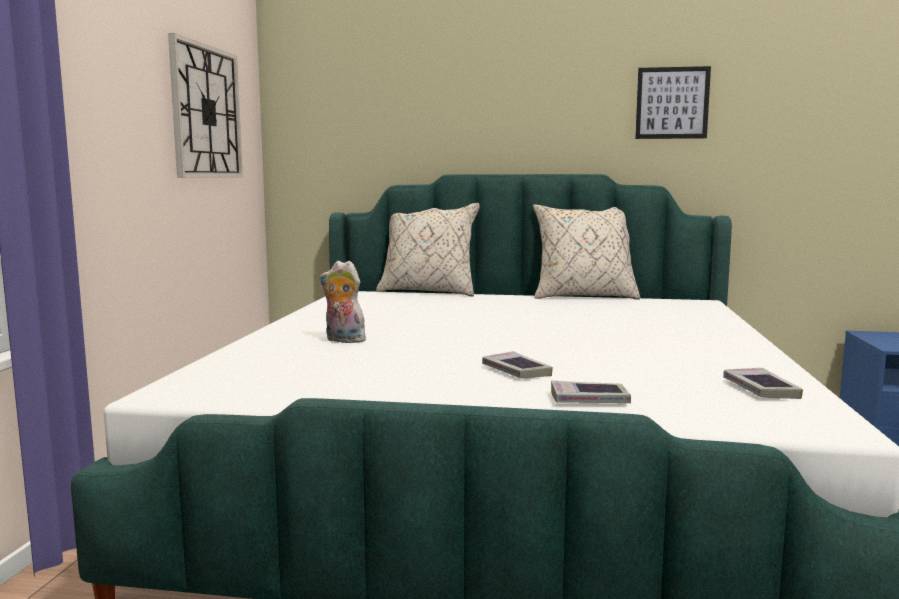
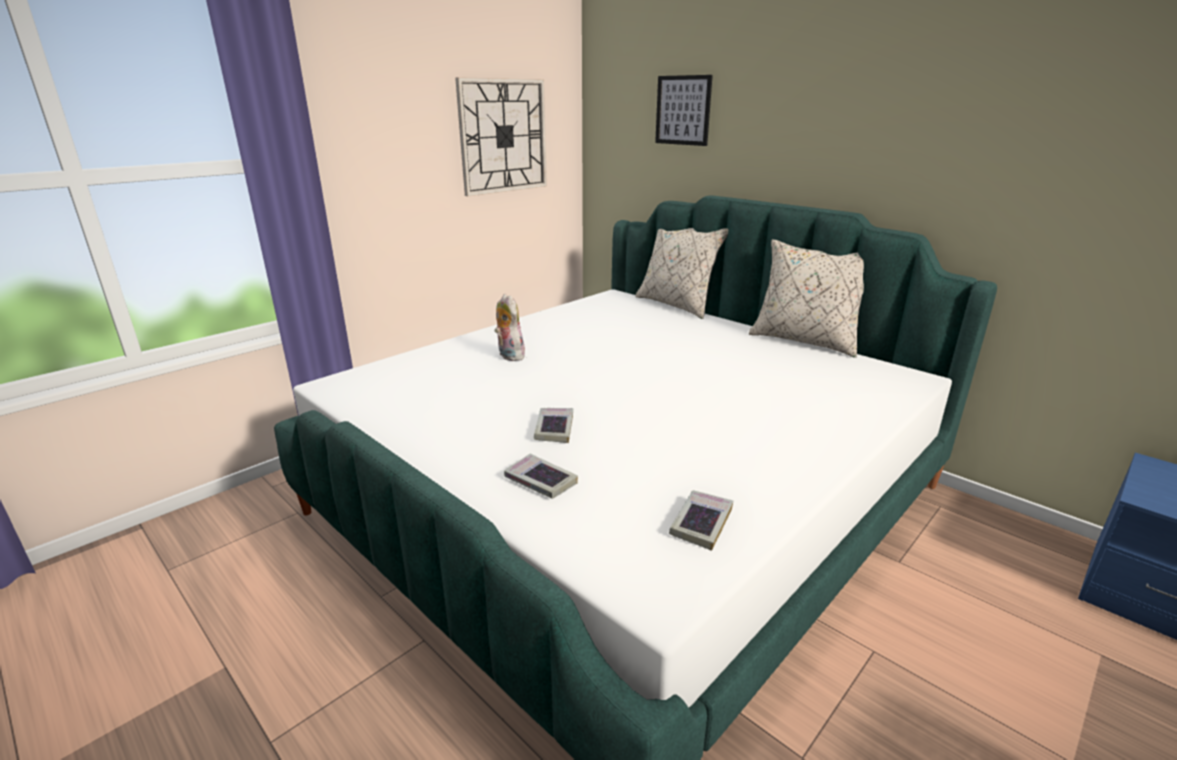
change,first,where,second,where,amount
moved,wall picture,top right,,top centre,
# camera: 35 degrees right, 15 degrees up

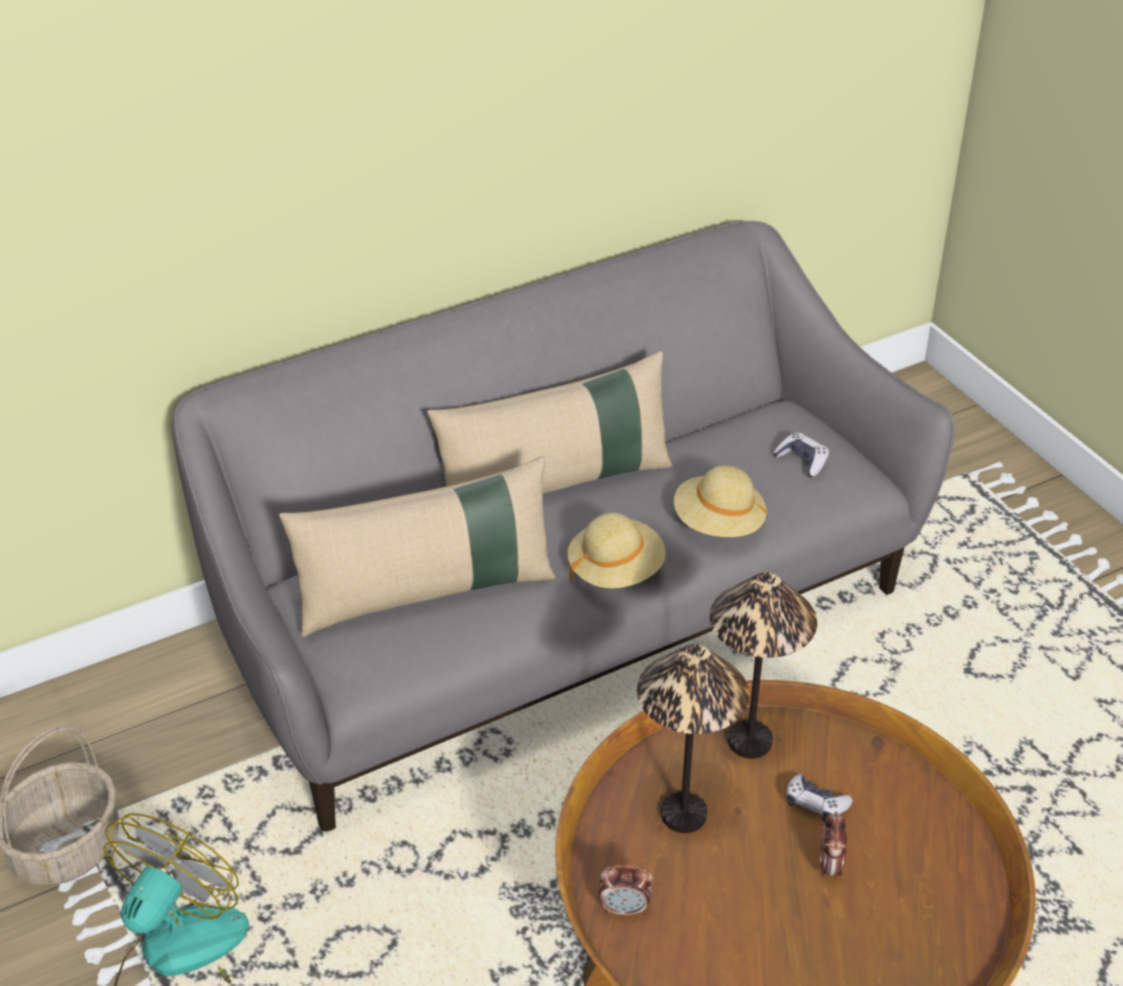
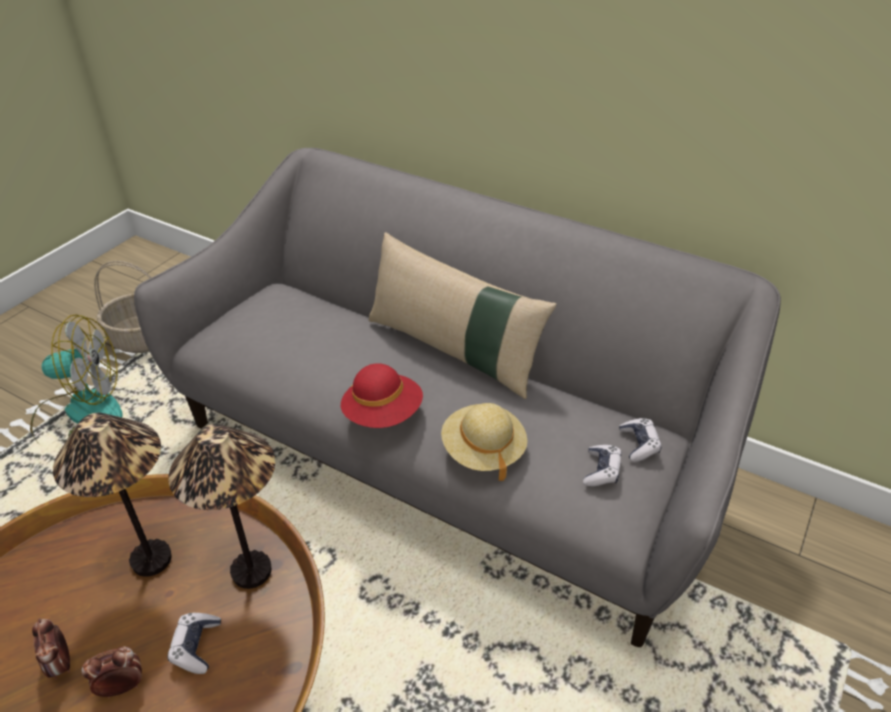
change,first,where,second,where,amount
removed,sand-coloured pillow (1st from left),centre,,,
recoloured,sand-coloured wearable hat (1st from left),centre,red-coloured wearable hat,centre,
moved,table clock (1st from left),bottom centre,,bottom left,
added,,,joypad (3rd from left),middle right,
# camera: 60 degrees right, 0 degrees up

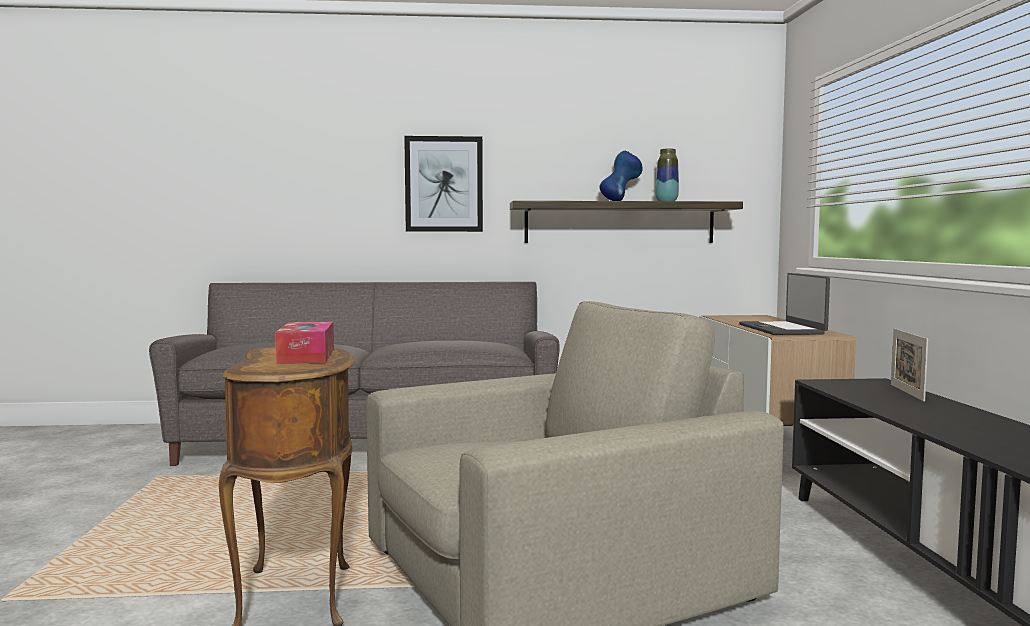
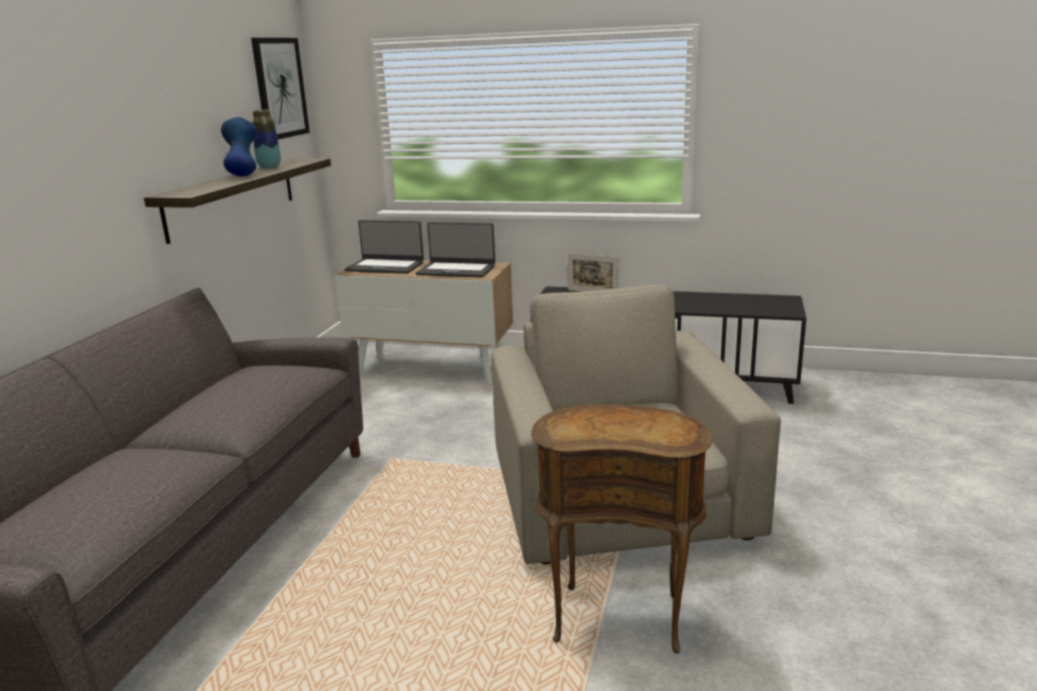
change,first,where,second,where,amount
moved,wall picture,top centre,,top left,
removed,tissue holder,middle left,,,
added,,,laptop (1st from left),centre,
# camera: 70 degrees left, 15 degrees up

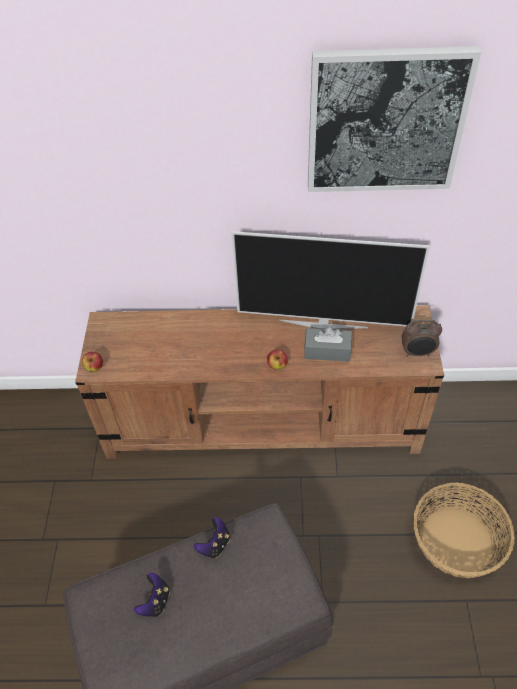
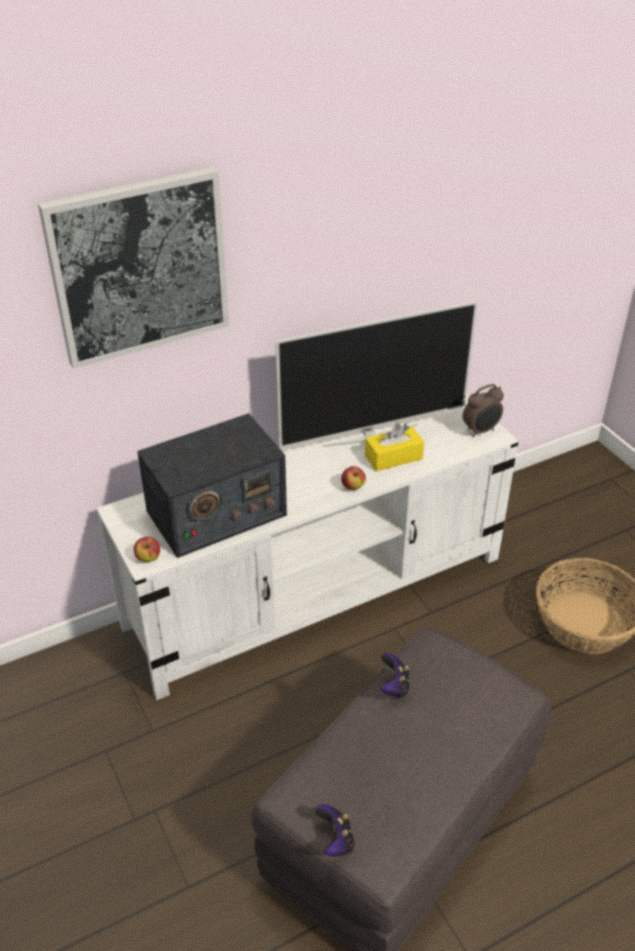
change,first,where,second,where,amount
moved,wall picture,top right,,top left,
recoloured,brown media console,centre,white media console,centre,
recoloured,grey tissue holder,centre,yellow tissue holder,centre,
moved,joypad (1st from left),bottom left,,bottom centre,
added,,,radio receiver,centre,
# camera: 30 degrees left, 10 degrees down

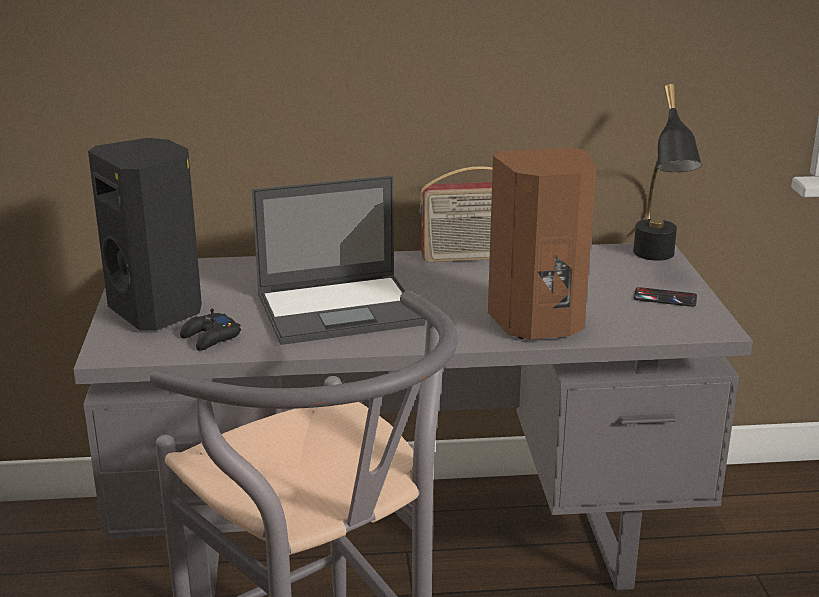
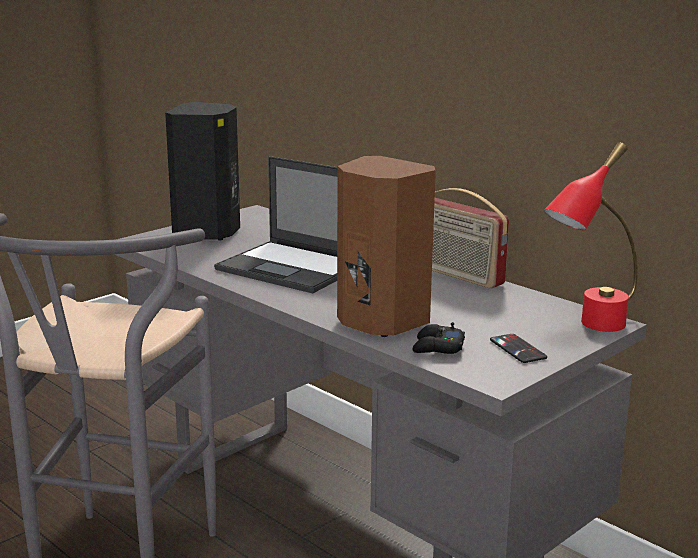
change,first,where,second,where,amount
recoloured,black lamp for a table,top right,red-coloured lamp for a table,middle right,
moved,black joypad,middle left,,centre,
# camera: 50 degrees right, 5 degrees down

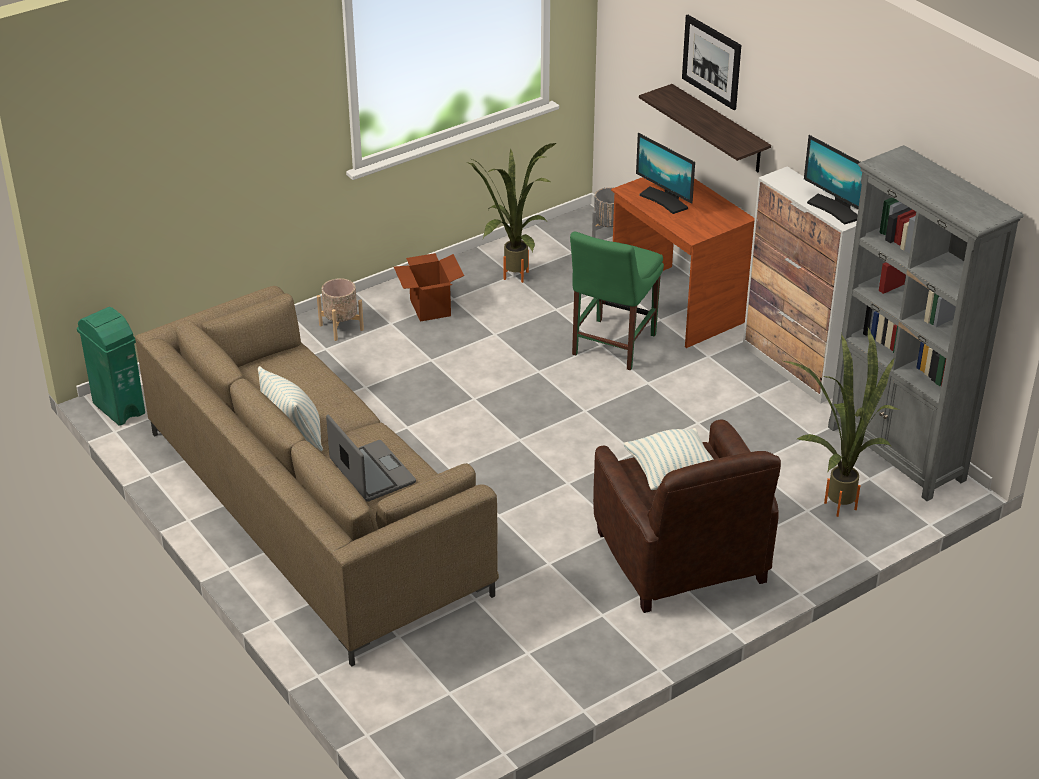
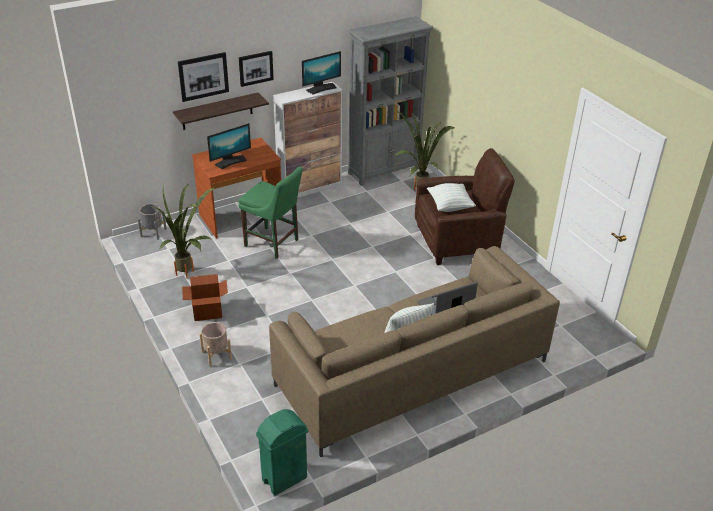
change,first,where,second,where,amount
added,,,wall picture (2nd from left),top centre,
# camera: 85 degrees left, 0 degrees up

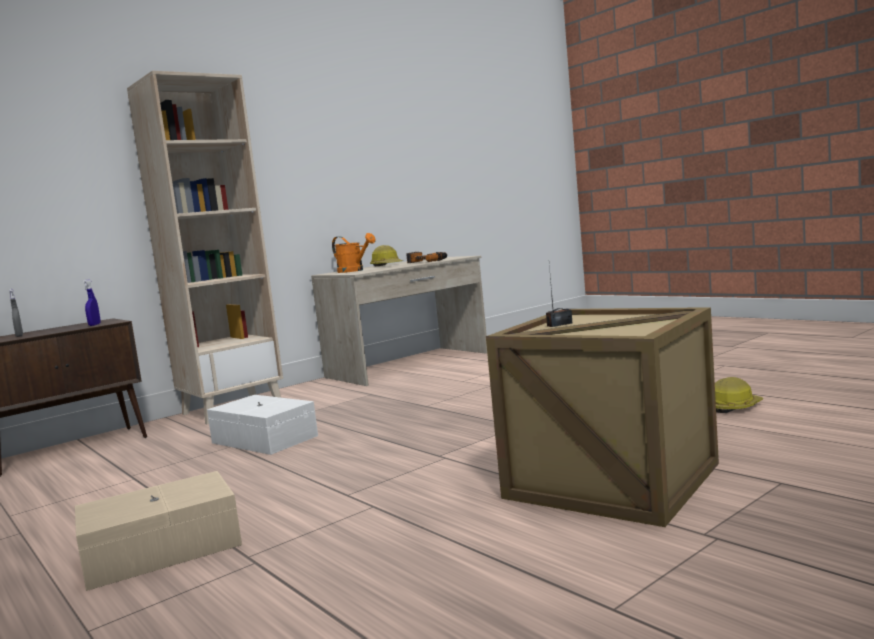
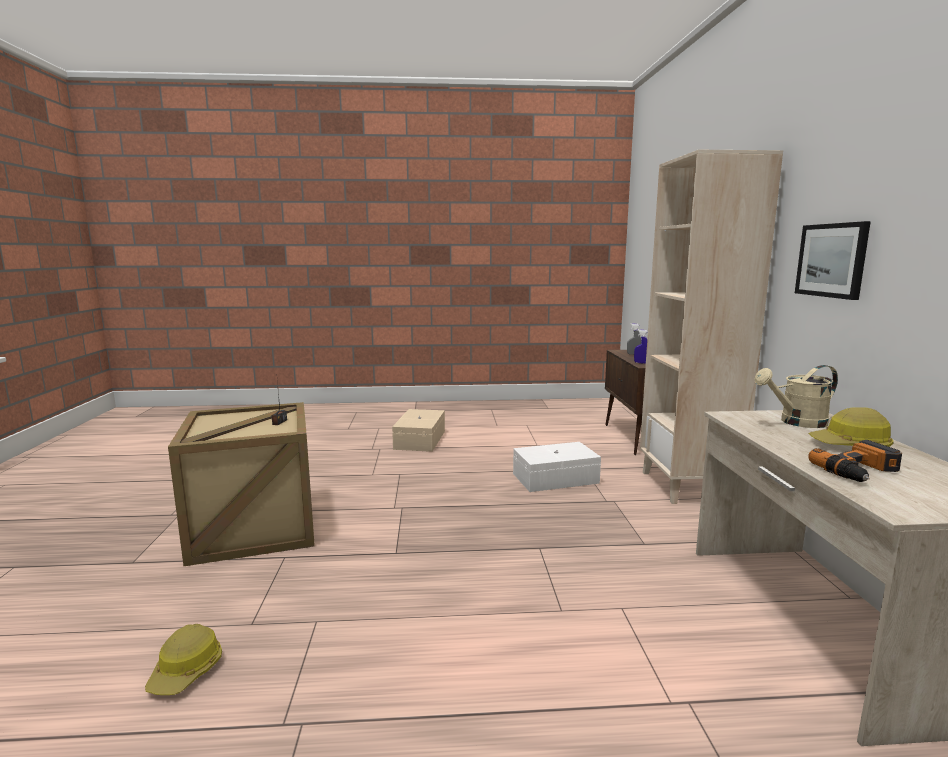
change,first,where,second,where,amount
recoloured,orange-coloured watering pot,centre,sand-coloured watering pot,middle right,
added,,,wall picture,middle right,
# camera: 125 degrees right, 5 degrees up

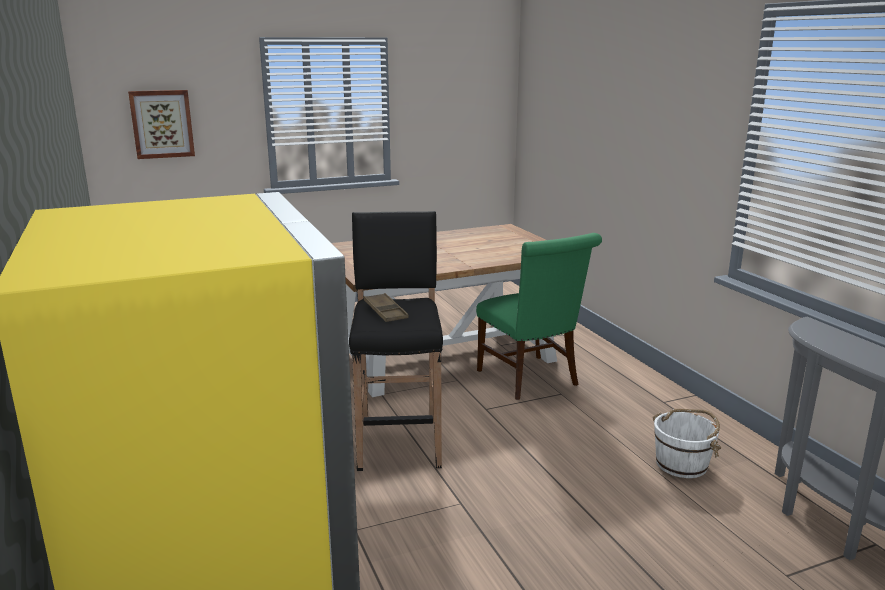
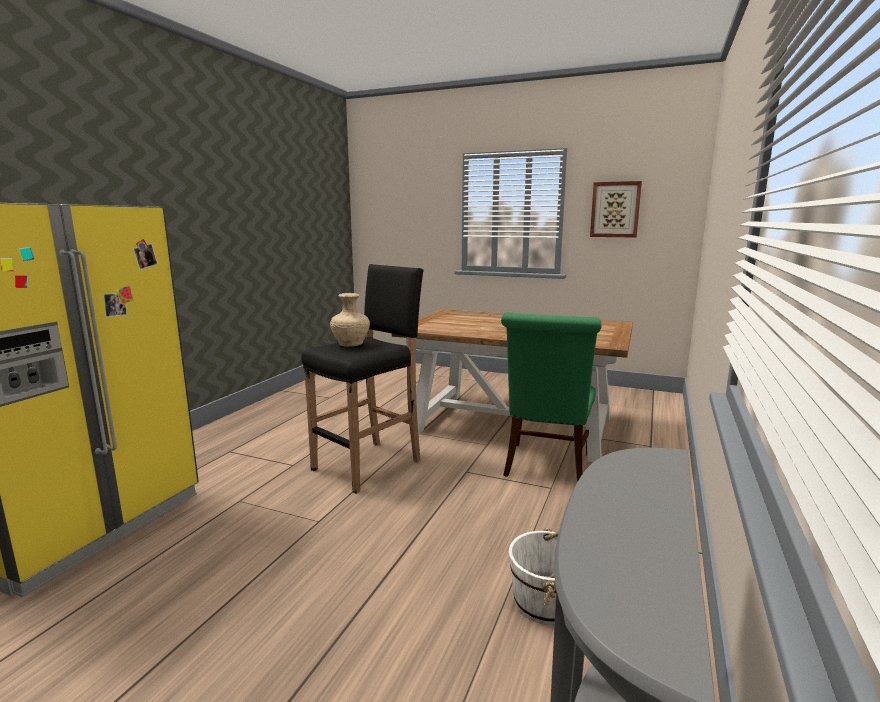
change,first,where,second,where,amount
moved,wall picture,top left,,top right,
replaced,brown tray,centre,sand-coloured decorative vase,centre,
# camera: 45 degrees right, 5 degrees down

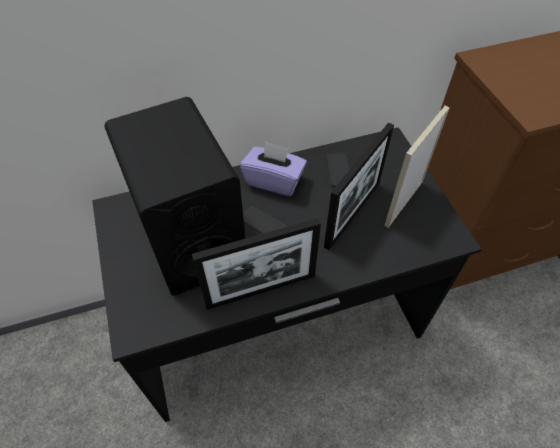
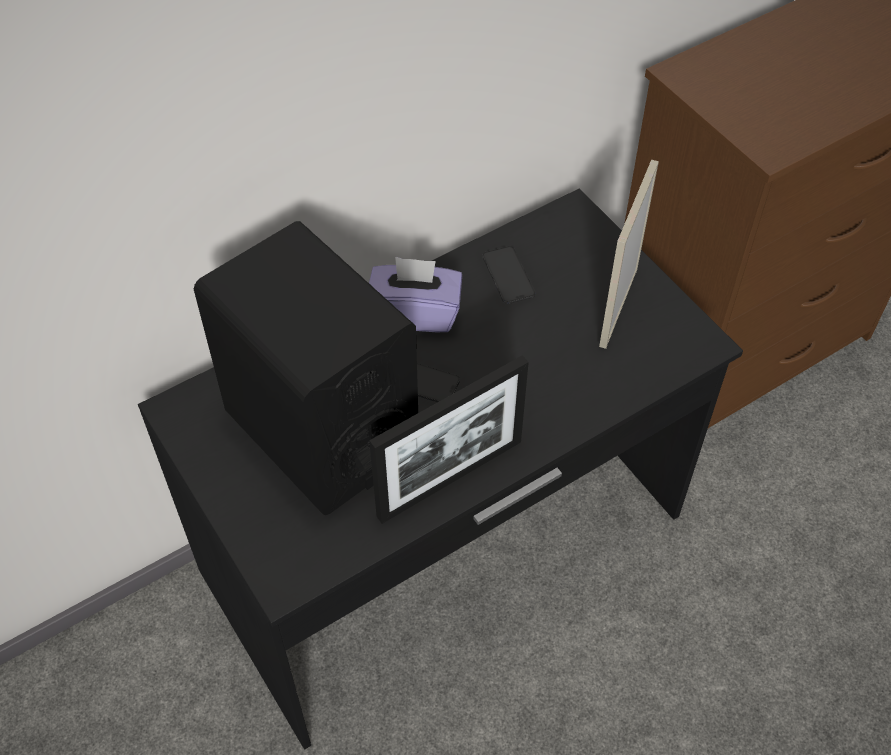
change,first,where,second,where,amount
removed,photo frame (2nd from left),centre,,,
# camera: 15 degrees left, 0 degrees up

